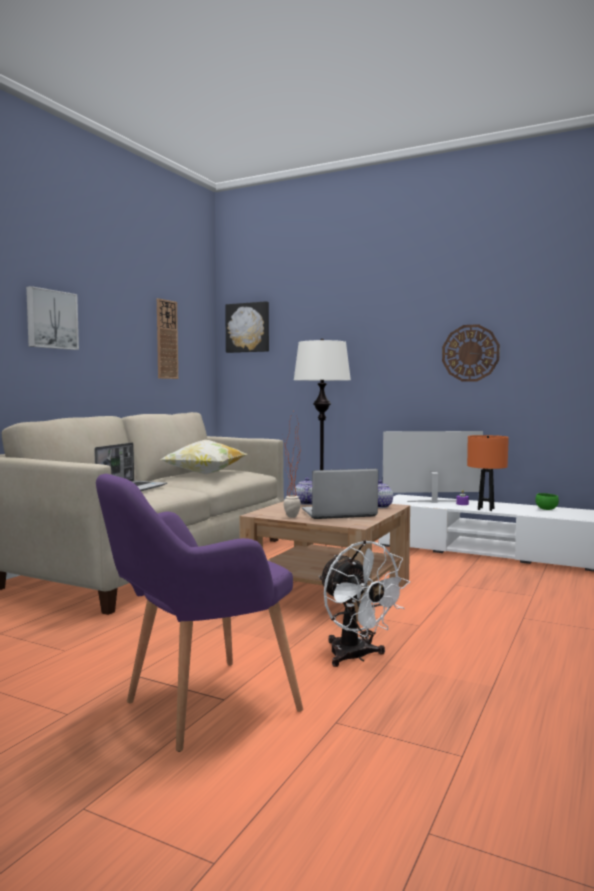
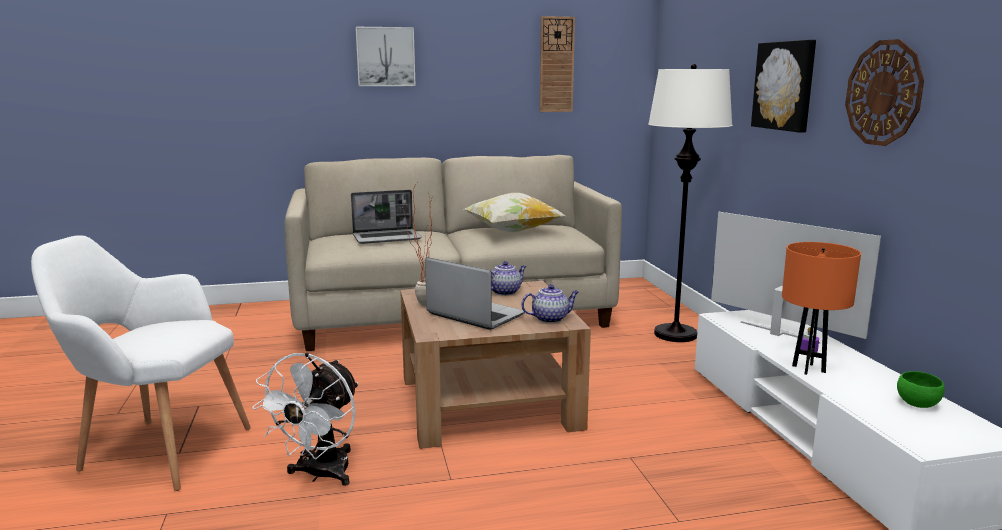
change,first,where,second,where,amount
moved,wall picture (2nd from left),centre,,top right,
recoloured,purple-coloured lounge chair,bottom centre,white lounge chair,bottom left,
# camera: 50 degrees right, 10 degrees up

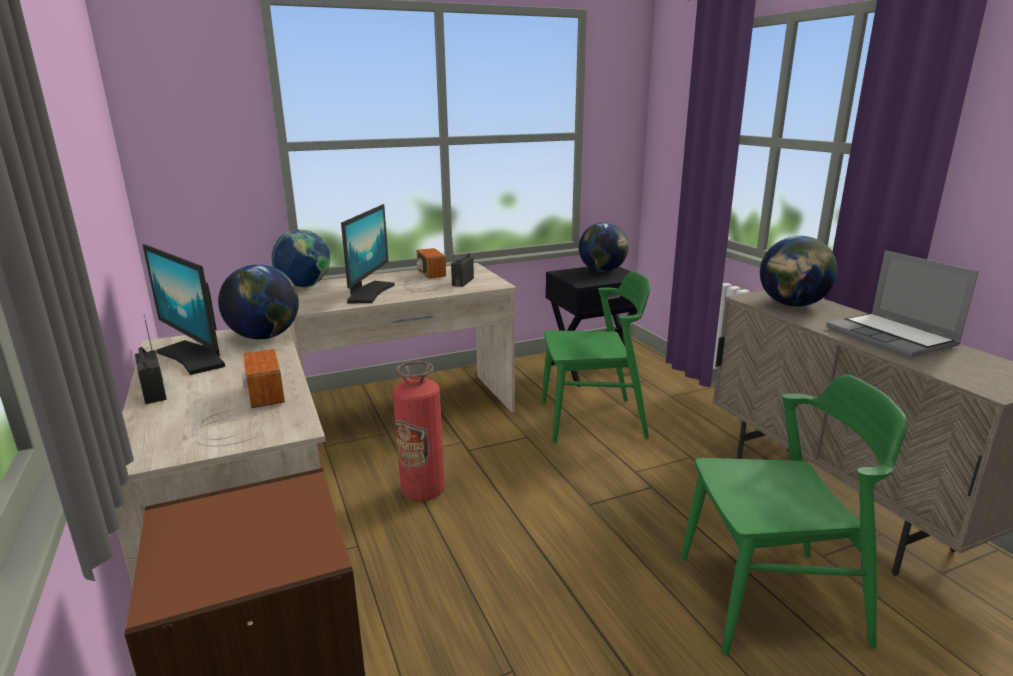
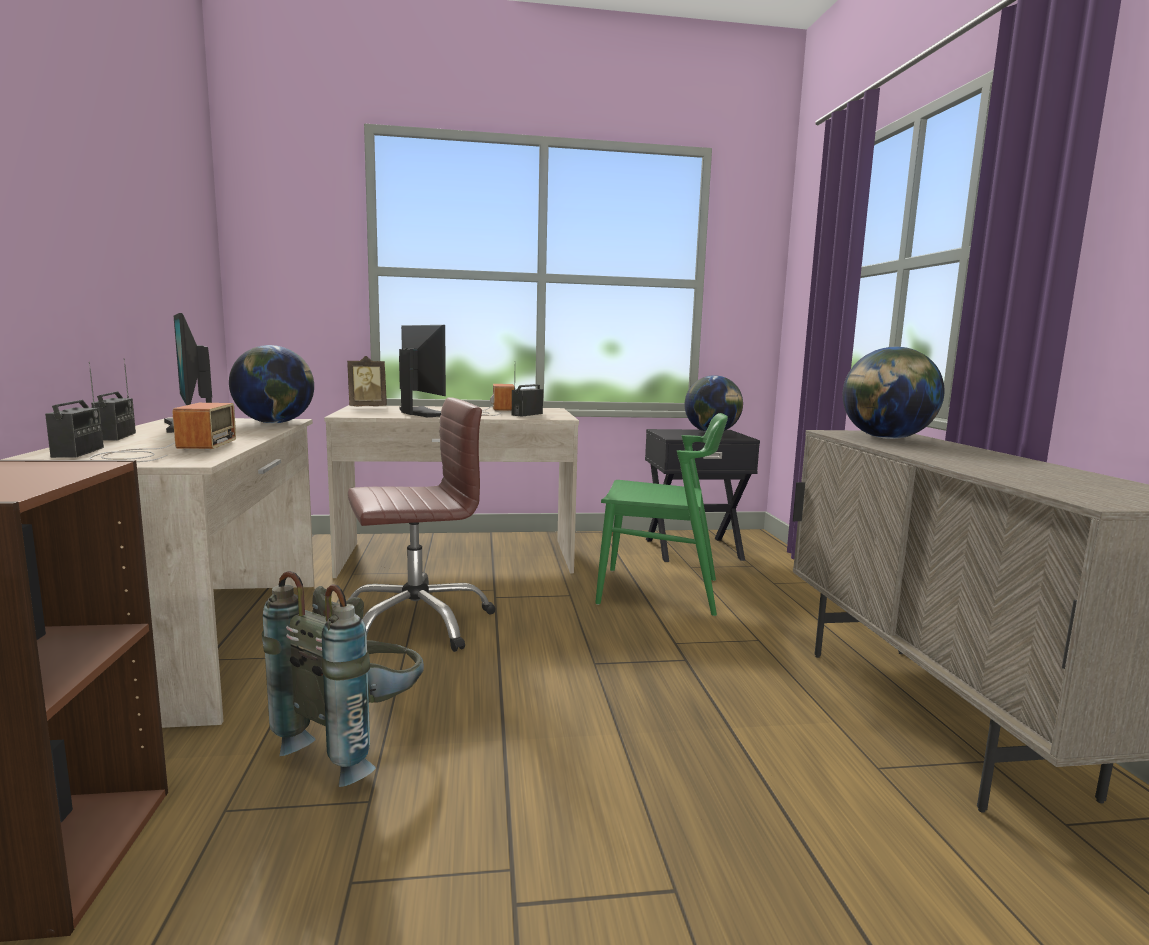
change,first,where,second,where,amount
turned,computer display (2nd from left),centre,,centre,60 degrees counterclockwise
replaced,desk globe (2nd from left),middle left,photo frame,middle left,
removed,laptop,middle right,,,
replaced,extinguisher,centre,brown desk chair,centre,
removed,green chair (2nd from left),bottom right,,,
added,,,radio receiver (1st from left),middle left,
added,,,grey backpack,bottom left,
# camera: 15 degrees right, 10 degrees down

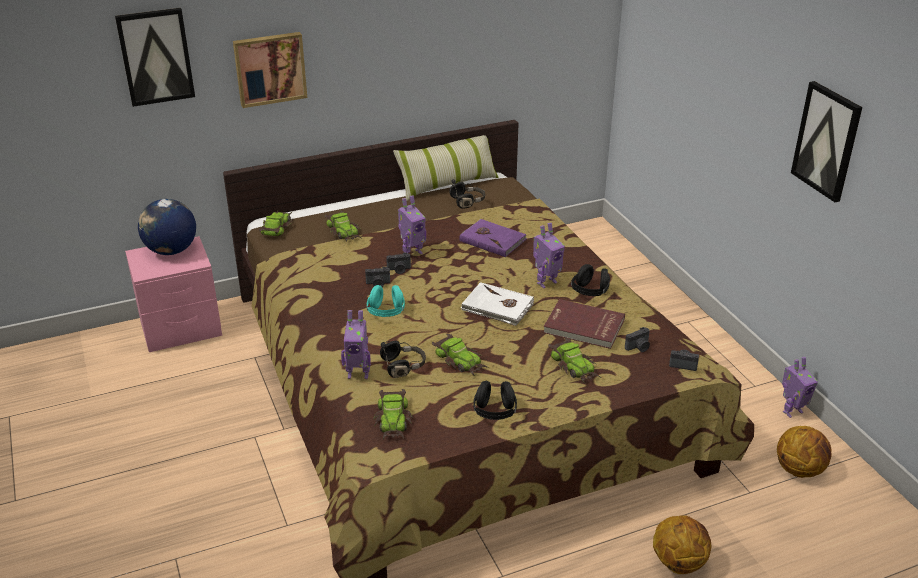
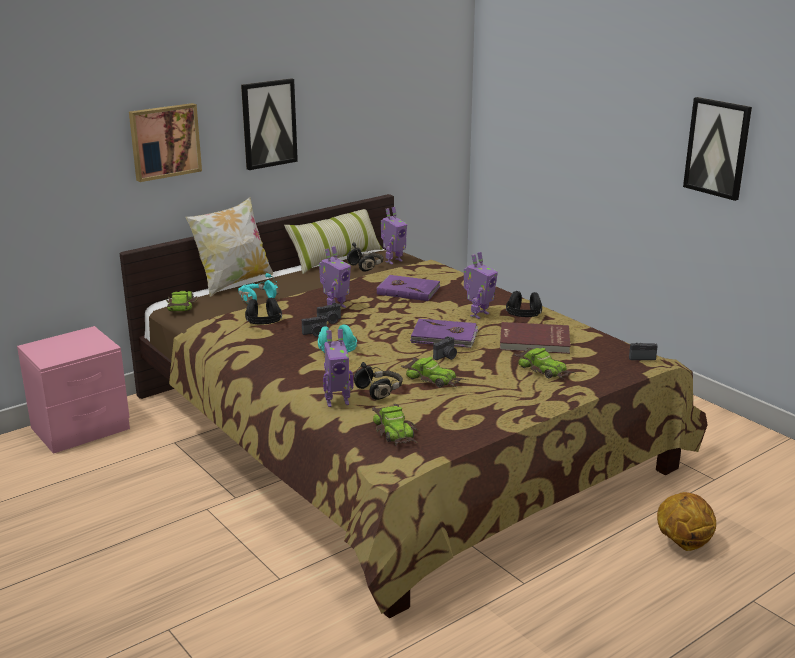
change,first,where,second,where,amount
moved,wall picture (1st from left in the first image),top left,wall picture (2nd from left),top centre,
removed,desk globe,middle left,,,
replaced,toy car (2nd from left),centre,turquoise pair of headphones (1st from left),middle left,
recoloured,white bound book,centre,purple-coloured bound book (2nd from left),centre,
moved,photo camera (3rd from left),middle right,,centre,
moved,model robot (4th from left in the first image),bottom right,model robot (3rd from left),centre,
moved,black pair of headphones (3rd from left in the first image),bottom centre,black pair of headphones (1st from left),middle left,
removed,ball for basketball (2nd from left),bottom right,,,
added,,,pillow (1st from left),middle left,
# camera: 15 degrees left, 10 degrees down

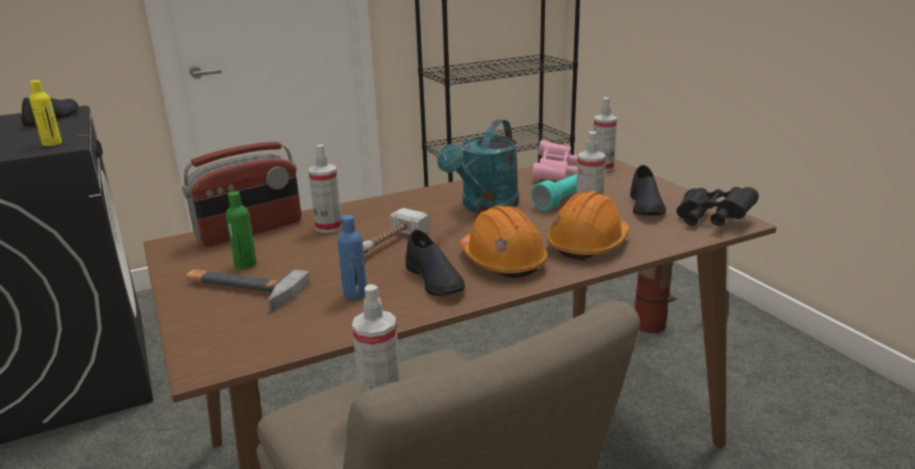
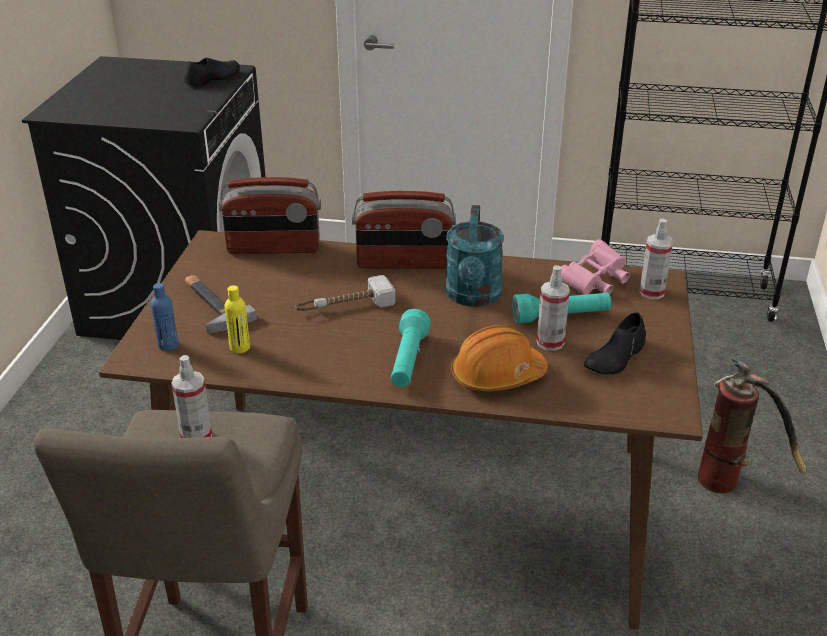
change,first,where,second,where,amount
moved,yellow drink bottle,top left,,middle left,
turned,turquoise watering pot,centre,,centre,60 degrees counterclockwise
removed,spray bottle (1st from left),centre,,,
removed,black field glasses,middle right,,,
removed,green drink bottle,middle left,,,
replaced,orange-coloured work helmet (1st from left),centre,turquoise flashlight (1st from left),centre,
moved,blue drink bottle,centre,,middle left,
removed,black item of footwear (2nd from left),centre,,,
added,,,radio receiver (2nd from left),centre,
# camera: 35 degrees right, 10 degrees up

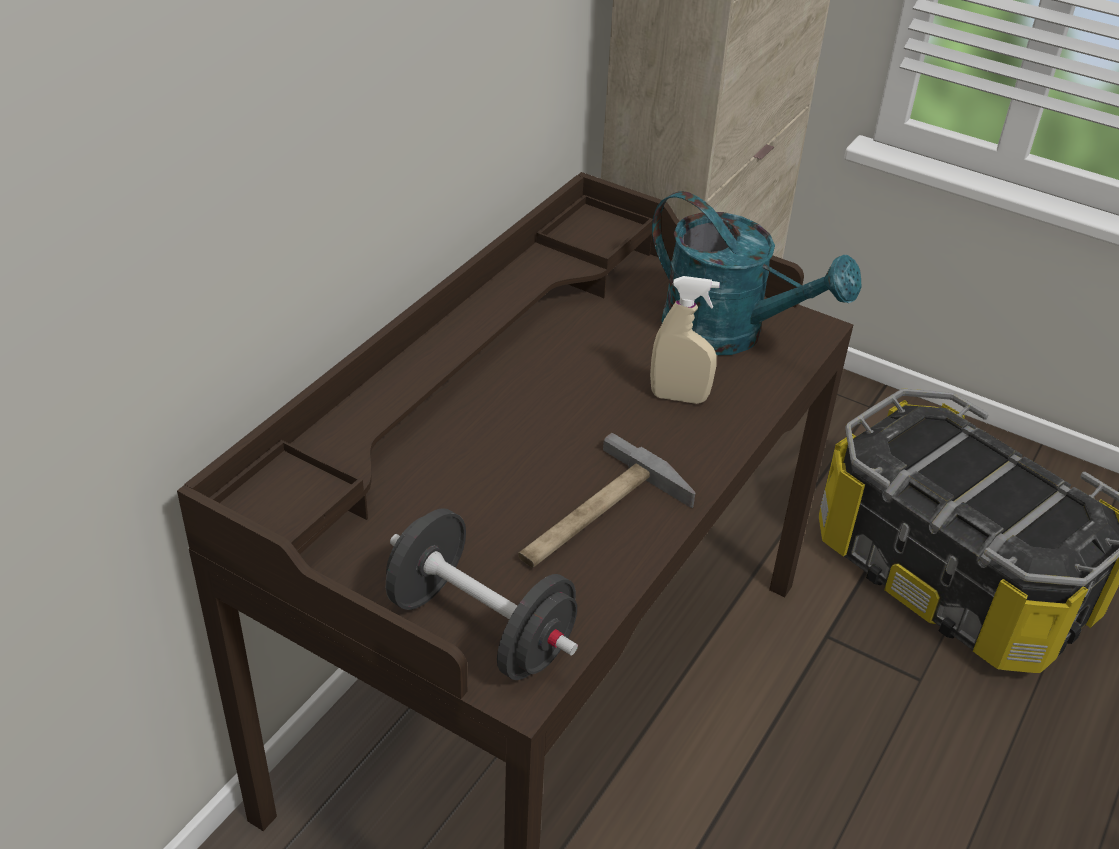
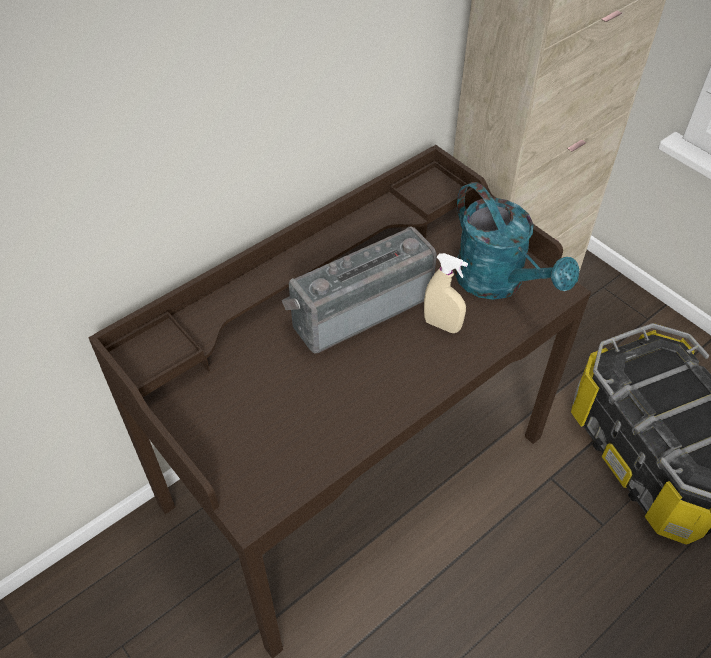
change,first,where,second,where,amount
removed,tool hammer,centre,,,
removed,black free weight,bottom centre,,,
added,,,radio receiver,centre,
# camera: 20 degrees right, 10 degrees up

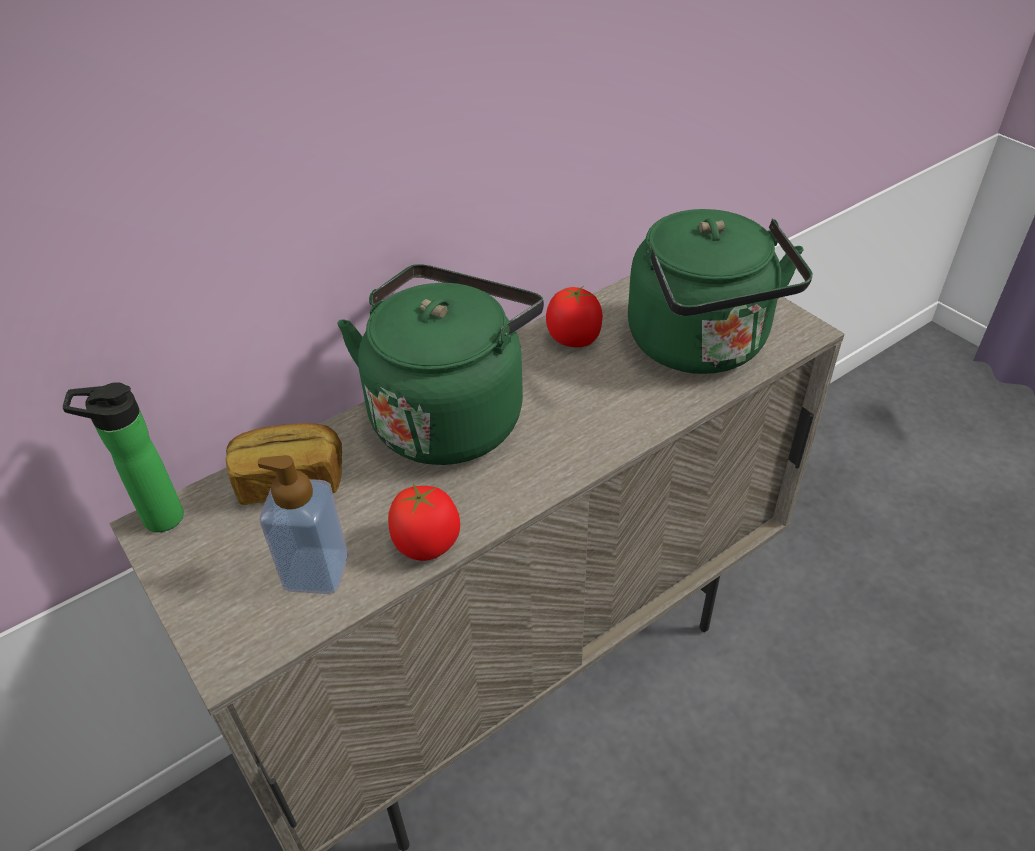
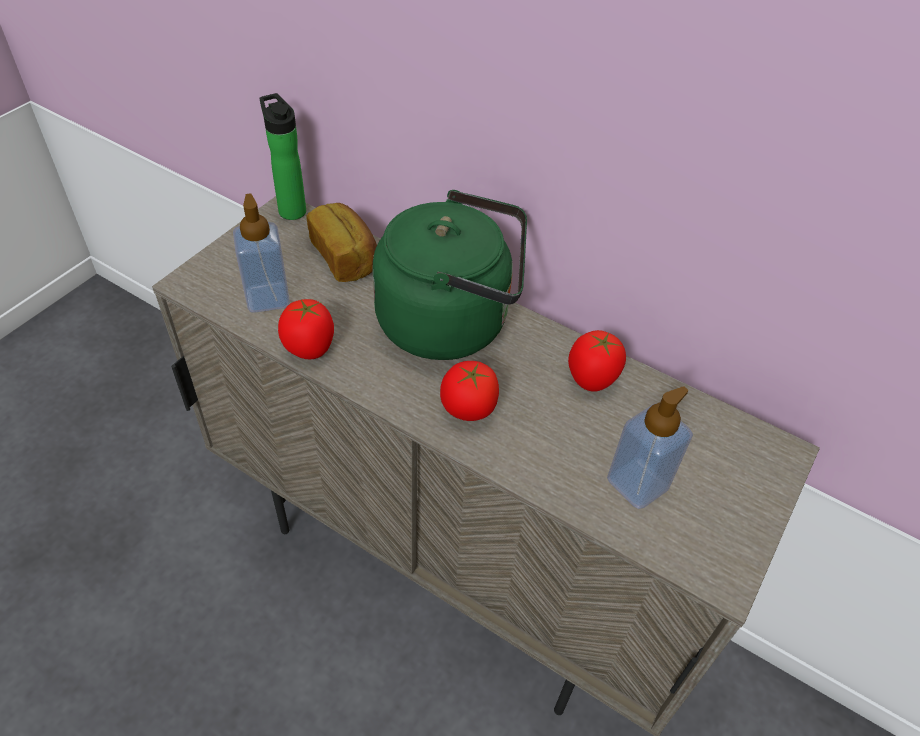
change,first,where,second,where,amount
replaced,green kettle (2nd from left),middle right,soap bottle (2nd from left),middle right,
added,,,fresh tomato (2nd from left),centre,
# camera: 65 degrees right, 5 degrees up

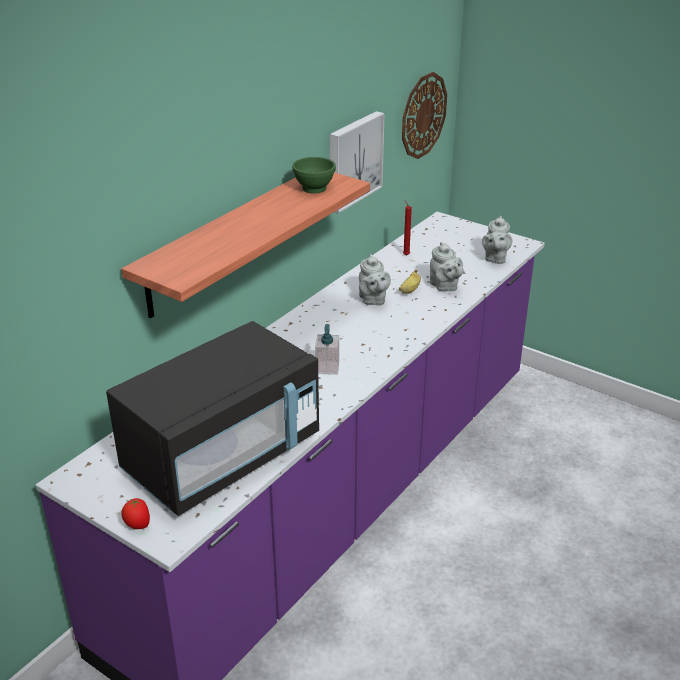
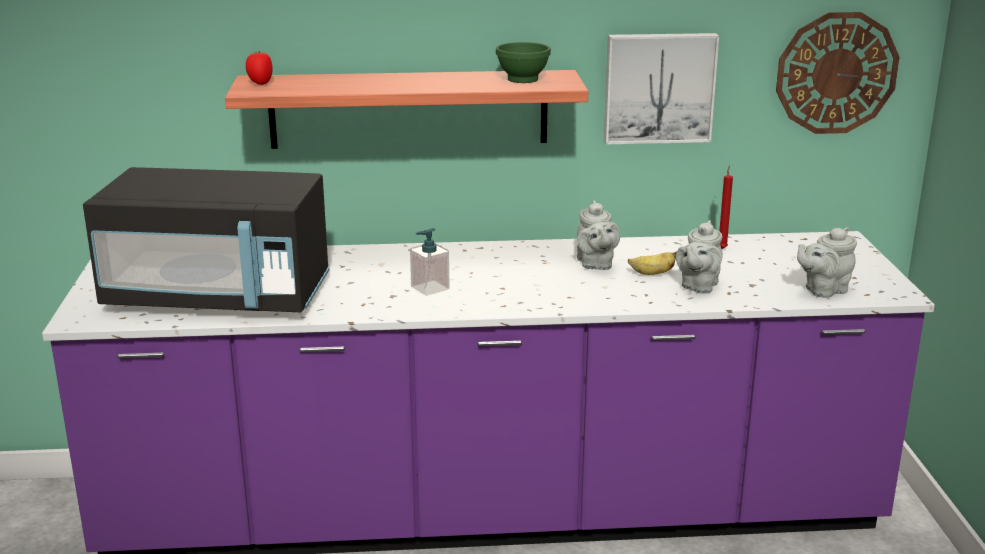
change,first,where,second,where,amount
turned,grey teapot (1st from left),centre,,centre,45 degrees counterclockwise
moved,fresh tomato,bottom left,,top left,
# camera: 50 degrees right, 10 degrees down

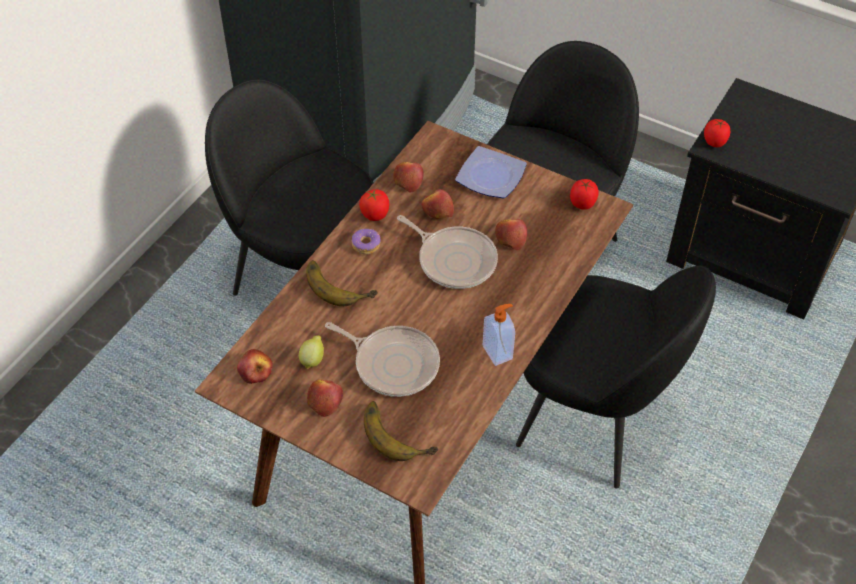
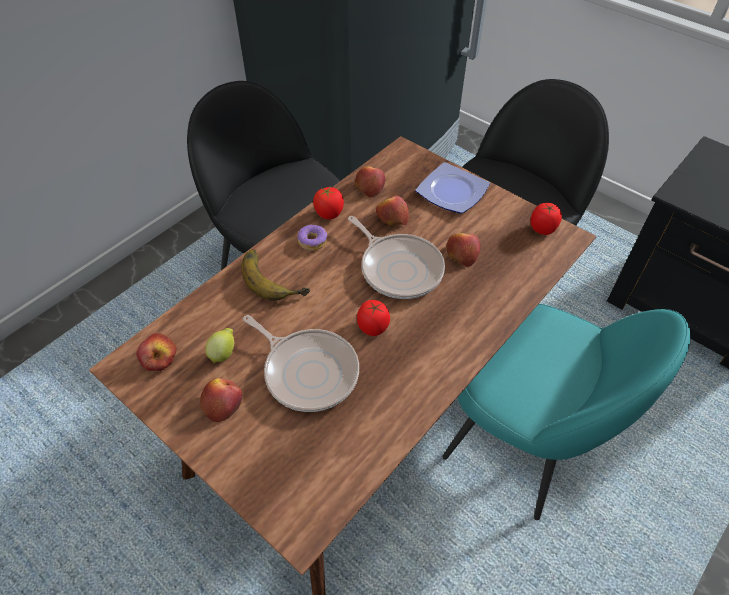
change,first,where,second,where,amount
moved,fresh tomato (3rd from left in the first image),top right,fresh tomato (2nd from left),centre,
recoloured,black chair (3rd from left),middle right,turquoise chair,bottom right,
removed,soap bottle,centre,,,
removed,whole banana (2nd from left),bottom centre,,,
# camera: 10 degrees right, 0 degrees up

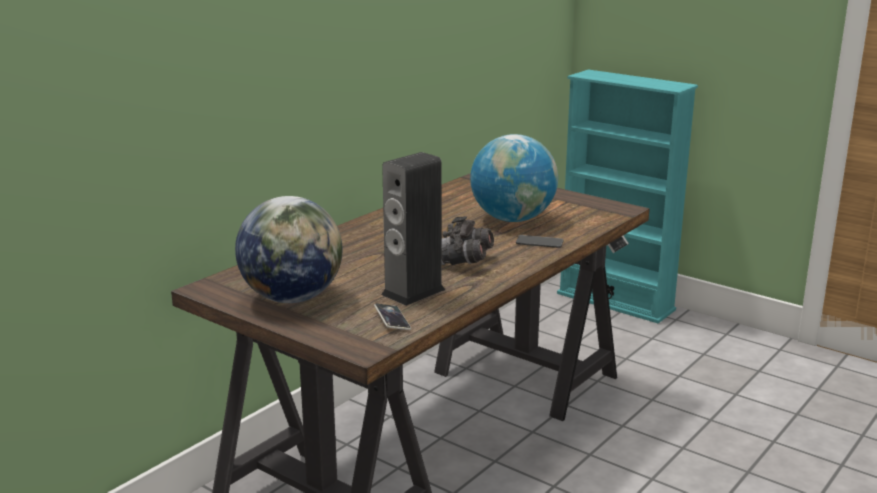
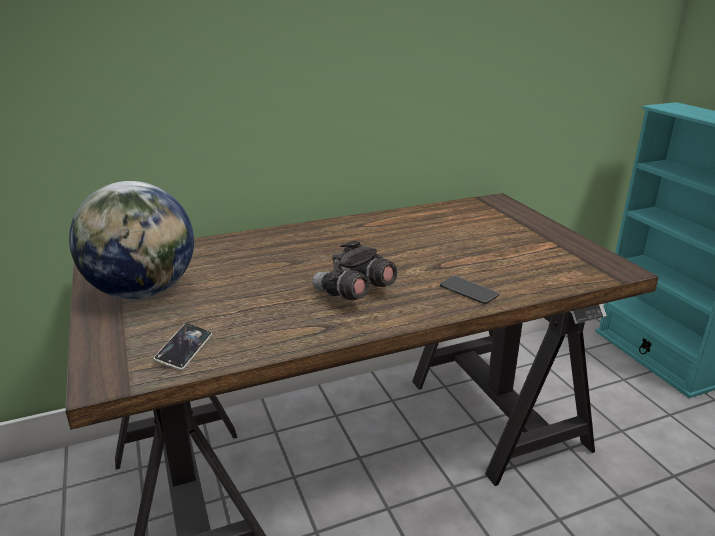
change,first,where,second,where,amount
removed,desk globe (2nd from left),centre,,,
removed,audio speaker,centre,,,
# camera: 30 degrees right, 5 degrees up

